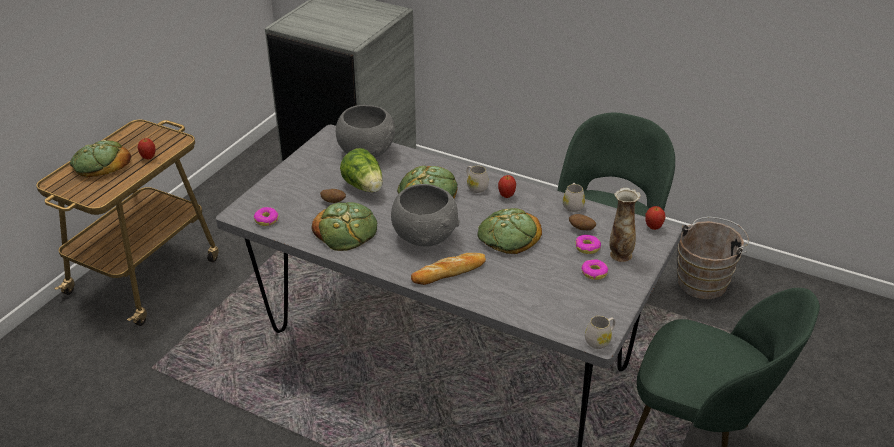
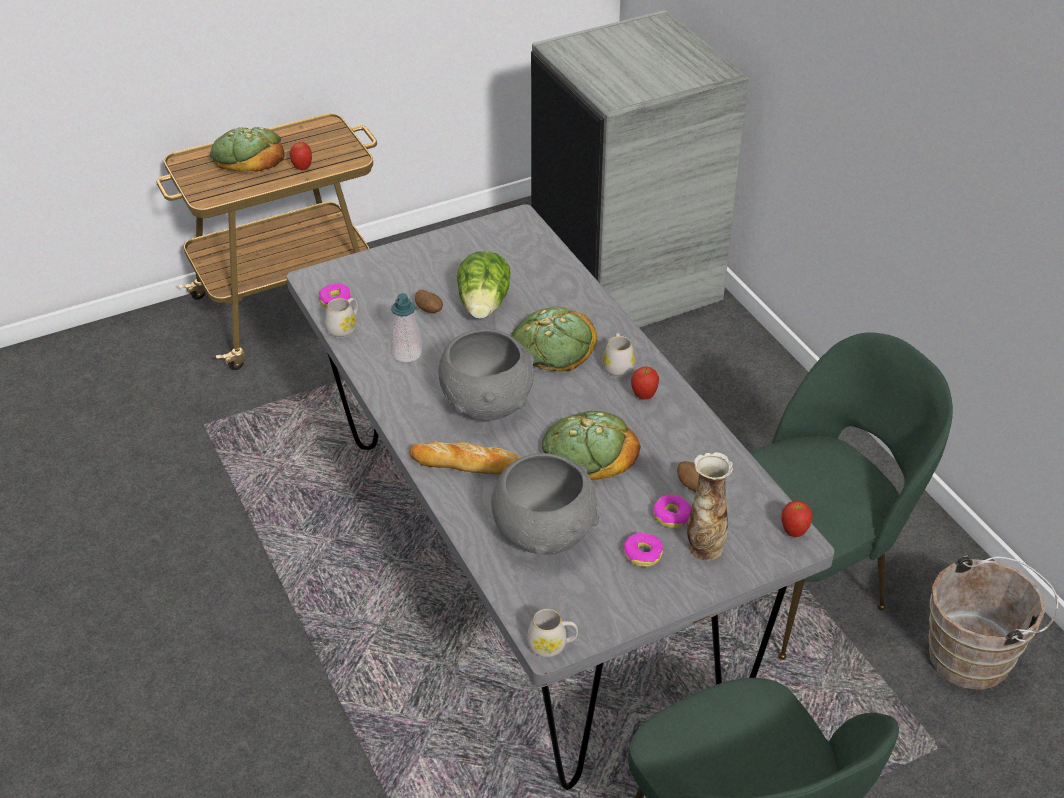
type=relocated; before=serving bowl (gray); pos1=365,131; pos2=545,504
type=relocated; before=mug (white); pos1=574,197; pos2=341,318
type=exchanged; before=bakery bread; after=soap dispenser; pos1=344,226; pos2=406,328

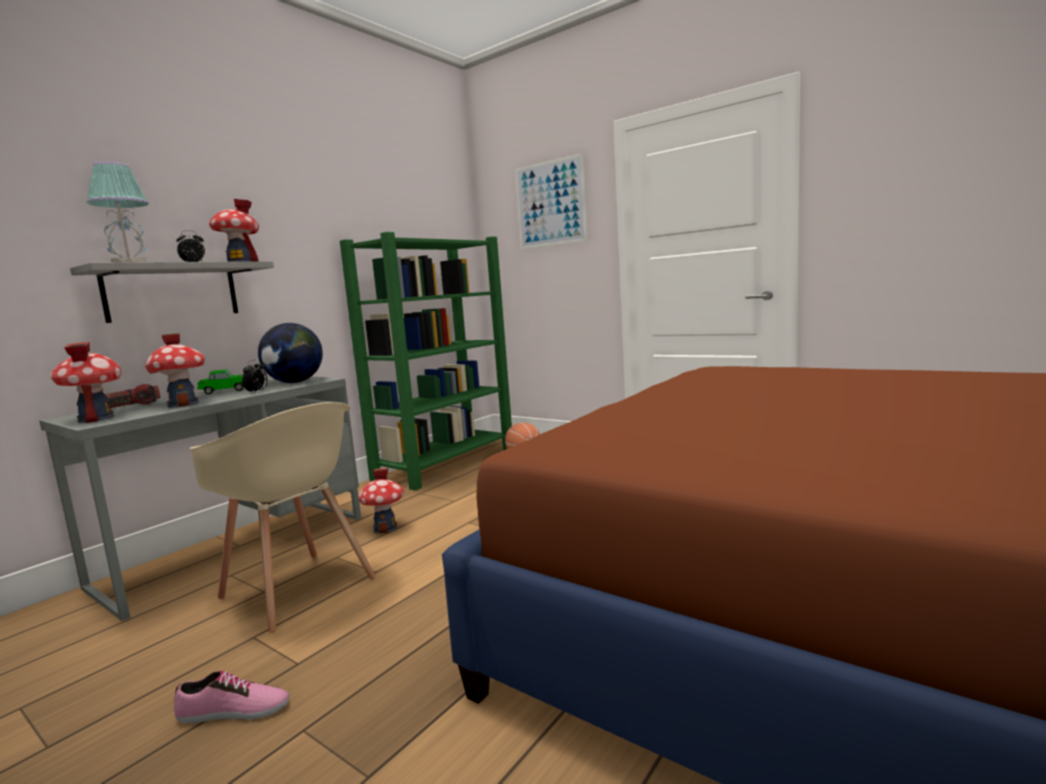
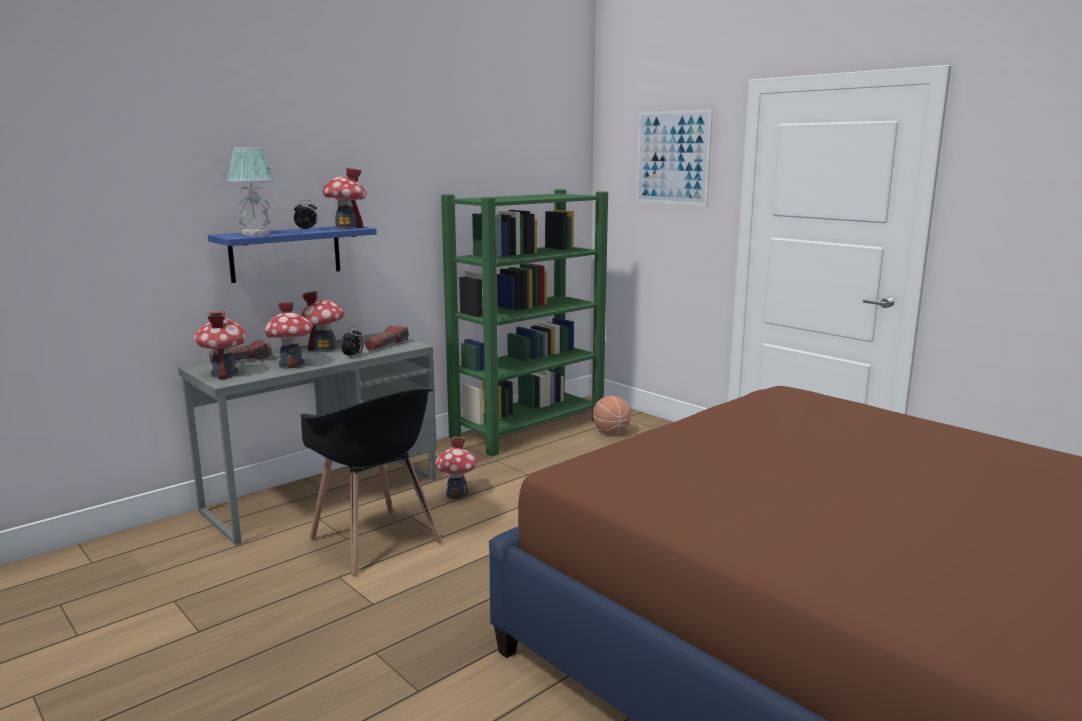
type=colour; before=bracket shelf (gray); after=bracket shelf (blue); pos1=172,292; pos2=292,254
type=exchanged; before=world globe; after=torch; pos1=290,353; pos2=387,338
type=exchanged; before=toy car; after=miniature house; pos1=220,381; pos2=322,321
type=colour; before=chair (beige-coloured); after=chair (black-coloured); pos1=282,517; pos2=371,482
type=missing; before=shoe; pos1=231,697

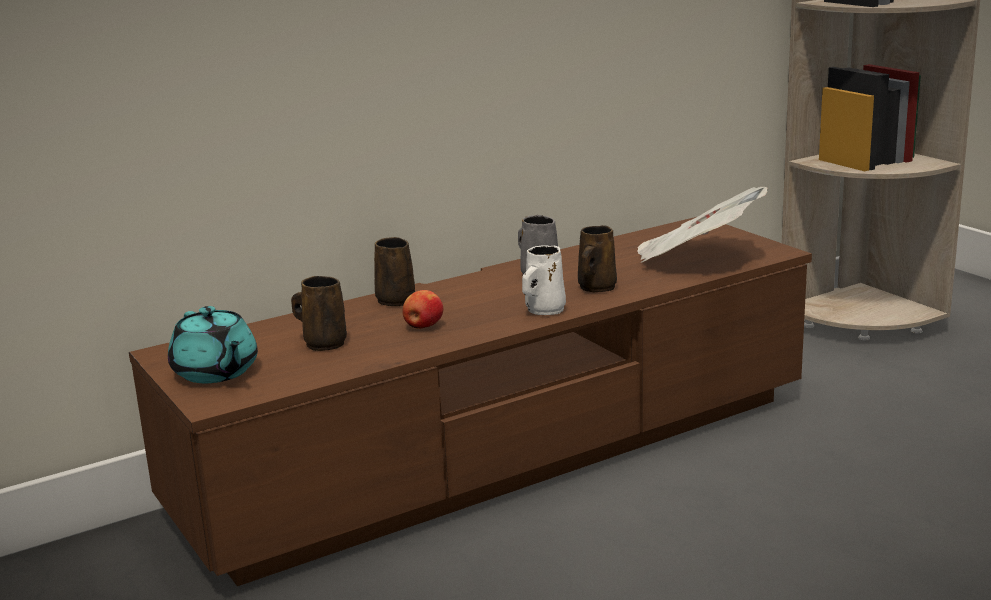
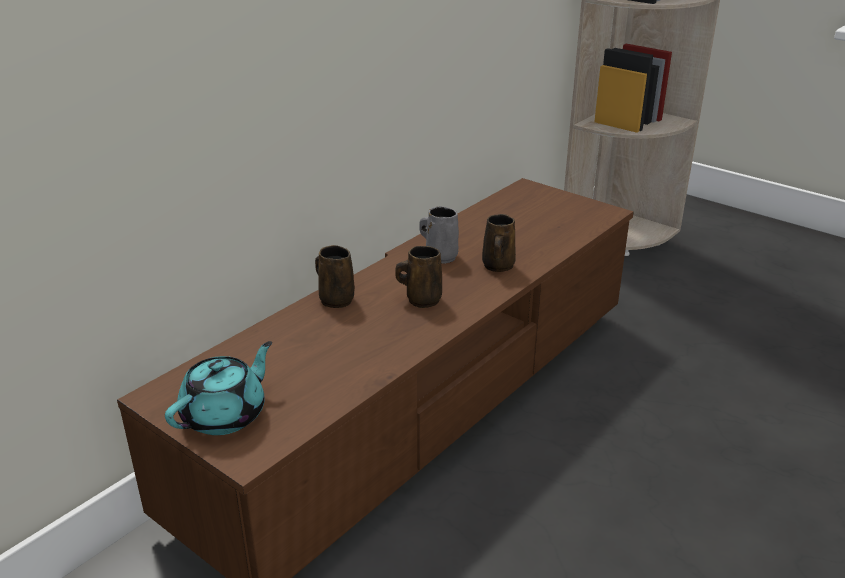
type=missing; before=daily paper; pos1=702,224
type=missing; before=mug (white); pos1=544,280
type=relocated; before=mug (brown); pos1=319,313; pos2=419,277
type=missing; before=apple fruit; pos1=423,309
type=spun; before=tea pot (turquoise-coloured); pos1=213,344; pos2=218,388; turn=-90

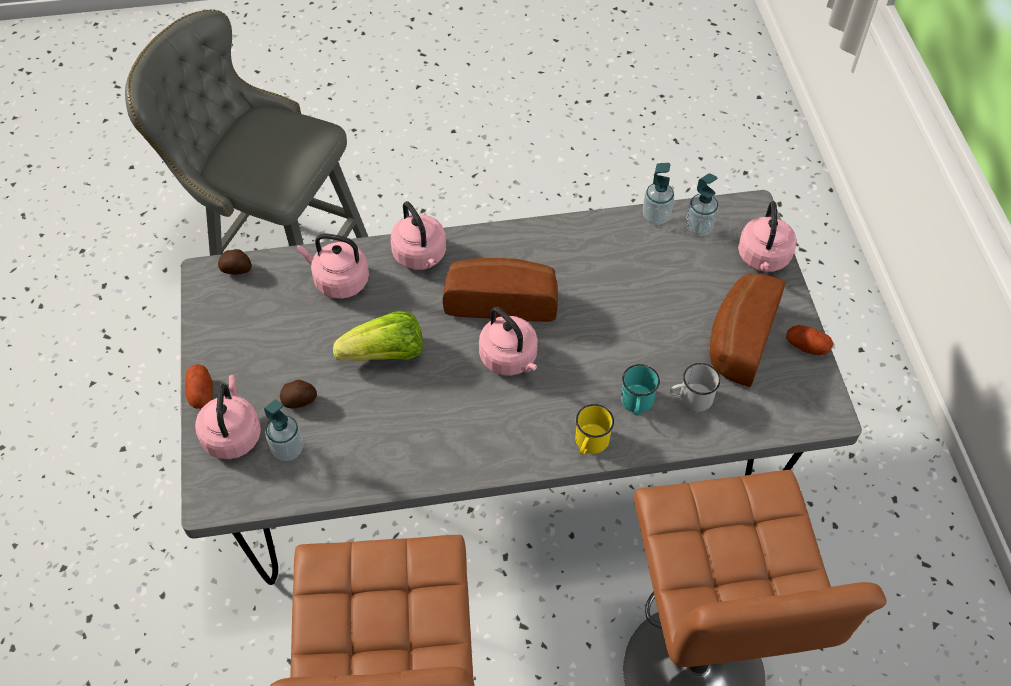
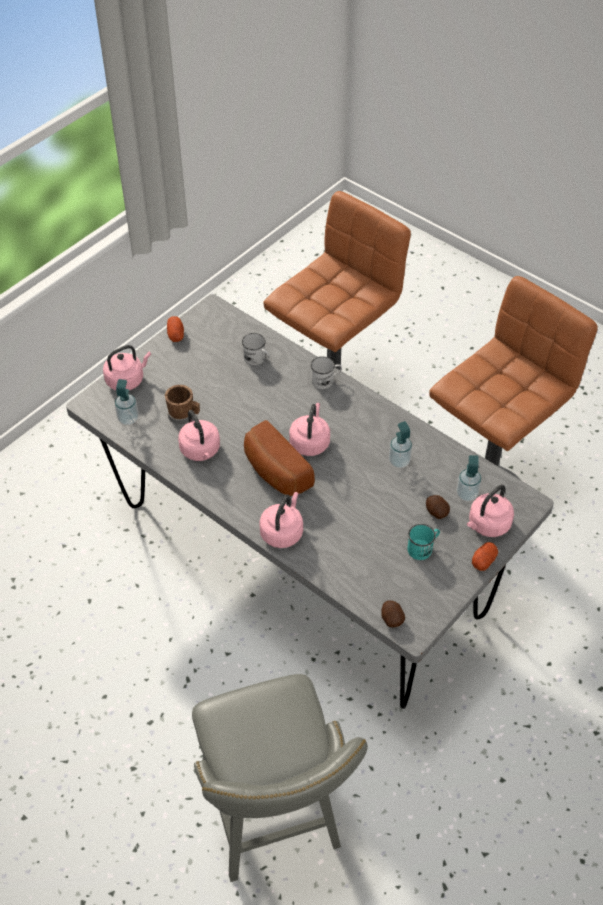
type=relocated; before=soap dispenser; pos1=658,194; pos2=400,444
type=relocated; before=tea kettle (pink); pos1=333,266; pos2=199,435
type=missing; before=bakery bread; pos1=748,330
type=missing; before=lettuce head; pos1=378,336
type=relocated; before=mug (turquoise-coloured); pos1=640,389; pos2=423,542
type=colour; before=mug (yellowish); after=mug (white); pos1=594,429; pos2=326,372
type=appeared; after=mug (brown); pos2=182,405

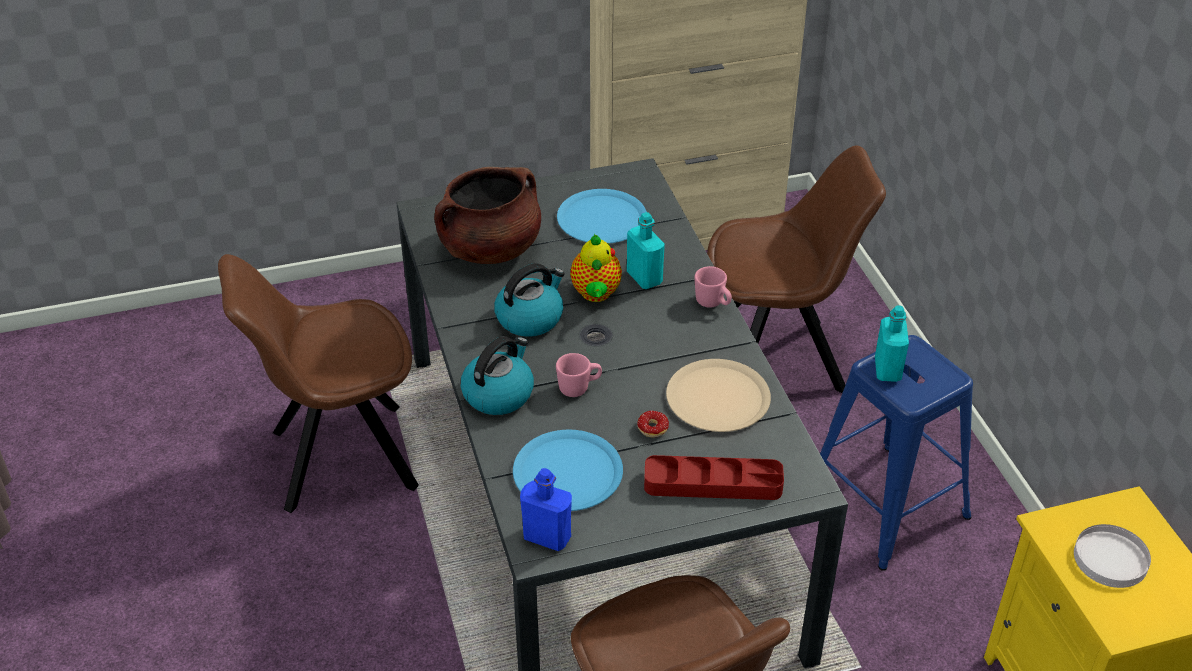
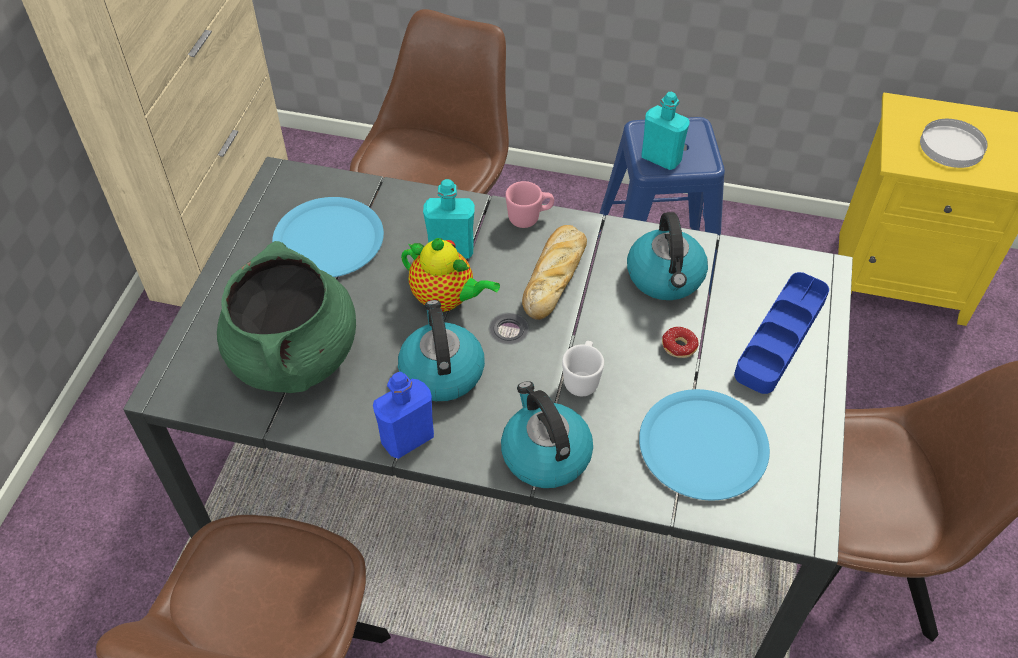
type=colour; before=stockpot (brown); after=stockpot (greenish); pos1=487,215; pos2=286,317
type=colour; before=mug (pink); after=mug (white); pos1=579,375; pos2=583,368
type=exchanged; before=flat dish (beige-coloured); after=tea kettle; pos1=718,395; pos2=667,256
type=colour; before=tray (red); after=tray (blue); pos1=714,477; pos2=781,333
type=relocated; before=bottle (blue); pos1=546,509; pos2=403,415
type=appeared; after=bakery bread; pos2=554,272

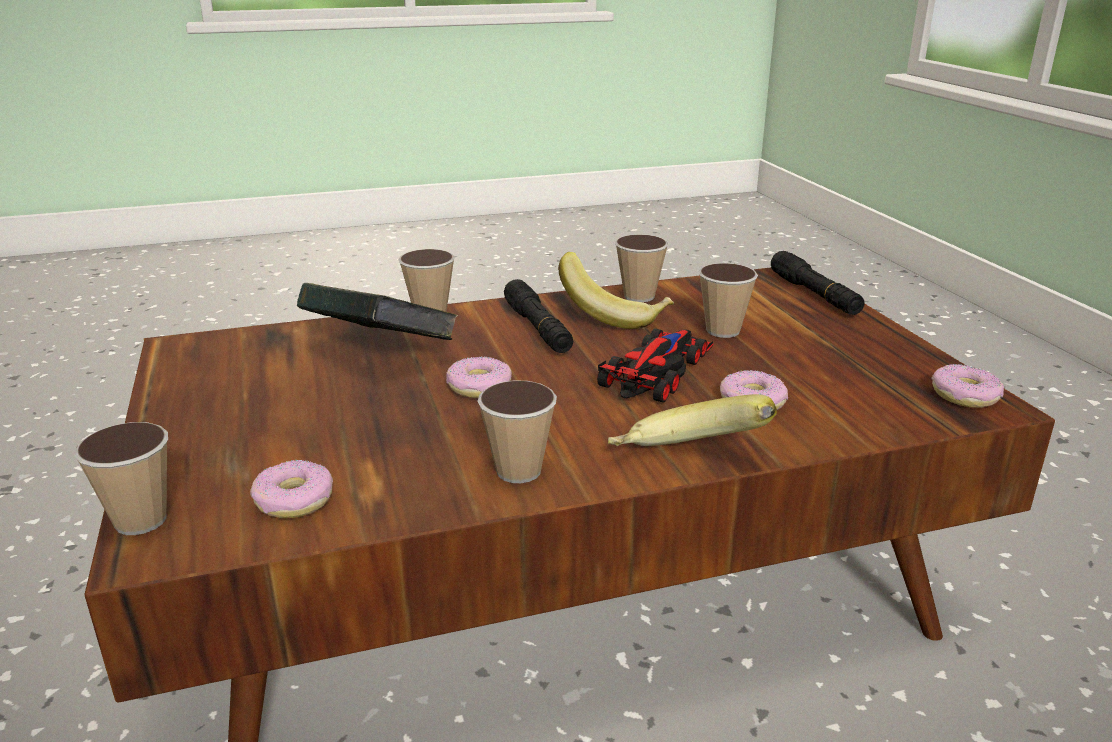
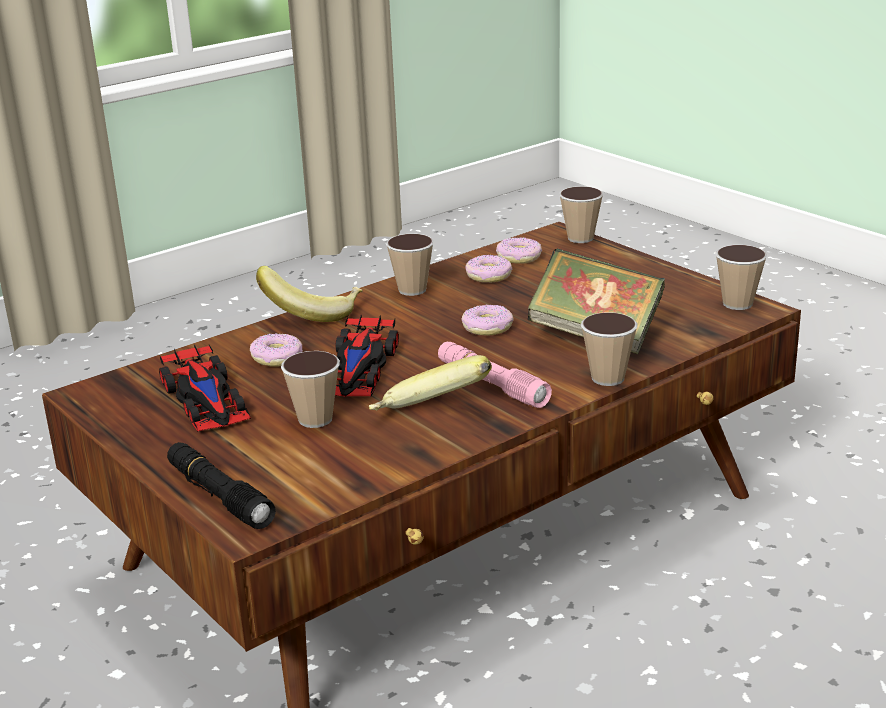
type=relocated; before=cup; pos1=641,268; pos2=741,277
type=colour; before=torch (black-coloured); after=torch (pink); pos1=538,316; pos2=495,374
type=relocated; before=ring doughnut; pos1=967,386; pos2=488,269
type=appeared; after=toy car; pos2=205,388

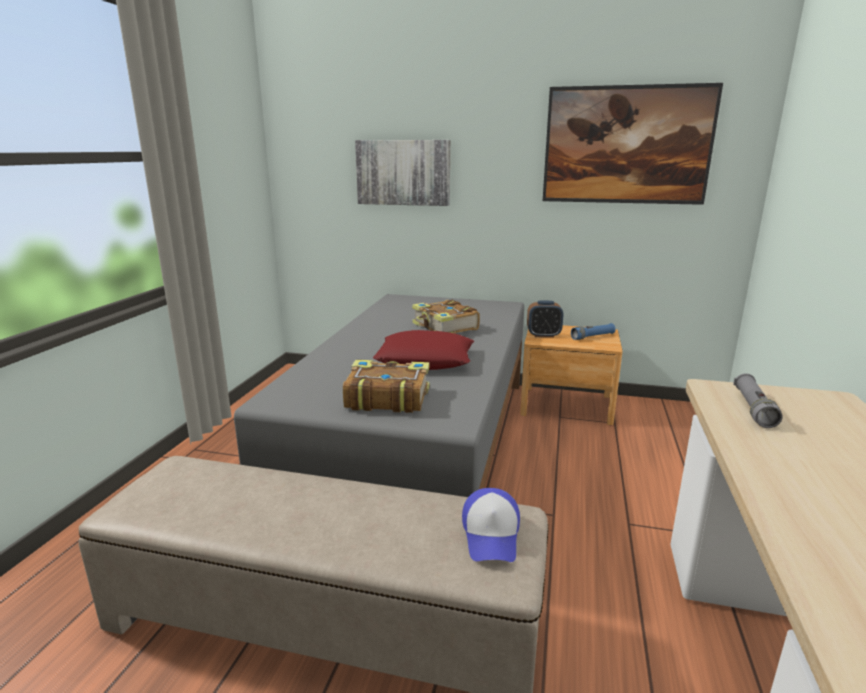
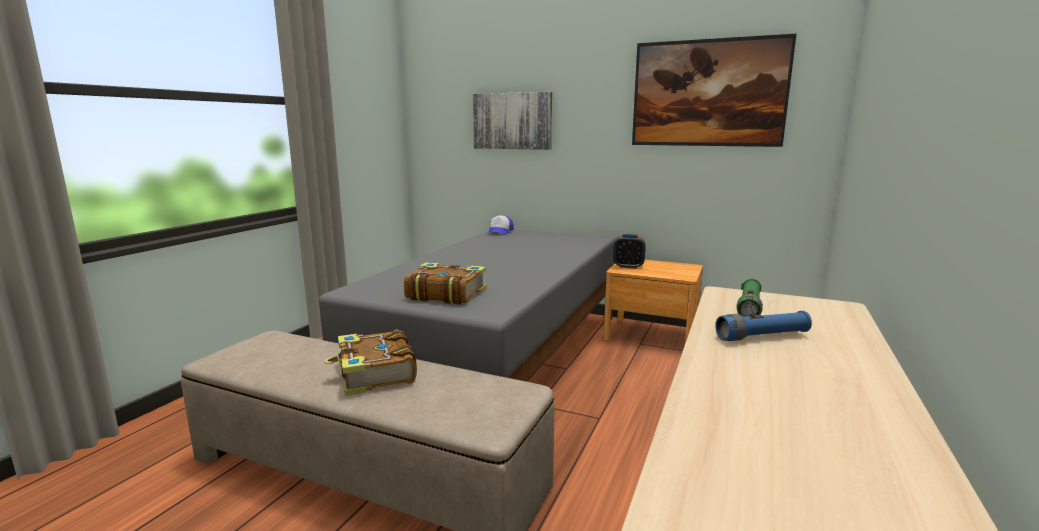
type=relocated; before=book; pos1=446,316; pos2=371,363
type=relocated; before=torch (blue); pos1=593,331; pos2=763,326
type=missing; before=cushion (red); pos1=423,350
type=colour; before=torch (gray); after=torch (greenish); pos1=758,400; pos2=750,298
type=relocated; before=peaked cap; pos1=491,525; pos2=501,225

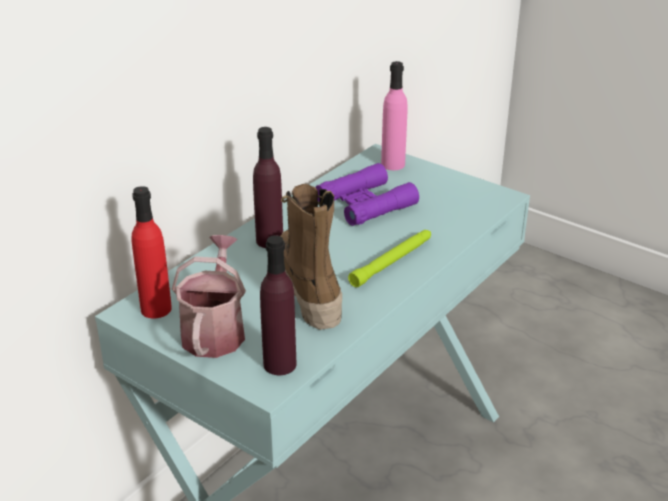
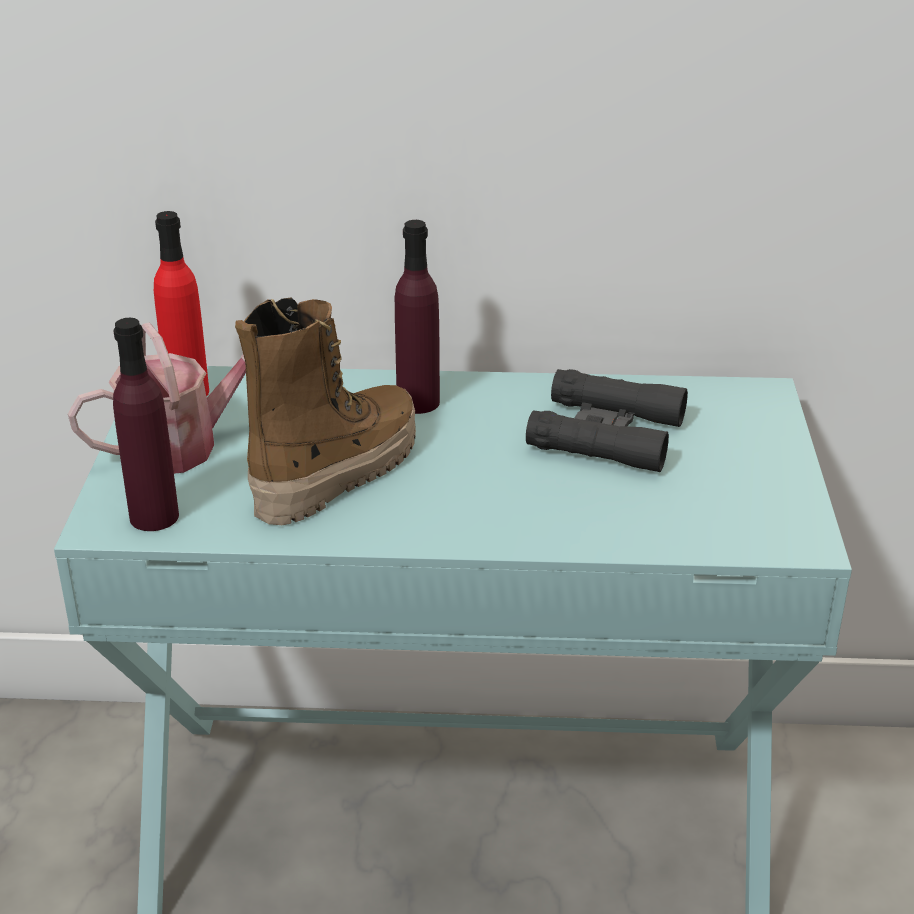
type=missing; before=bottle (pink); pos1=394,115
type=colour; before=binoculars (purple); after=binoculars (black-coloured); pos1=367,194; pos2=607,420
type=missing; before=torch (greenish); pos1=389,258

